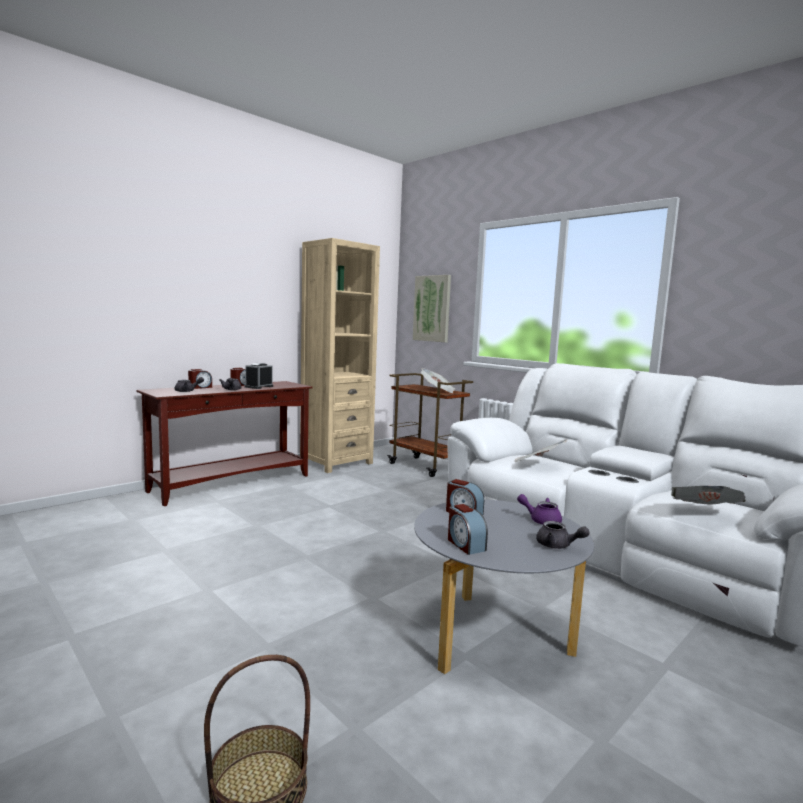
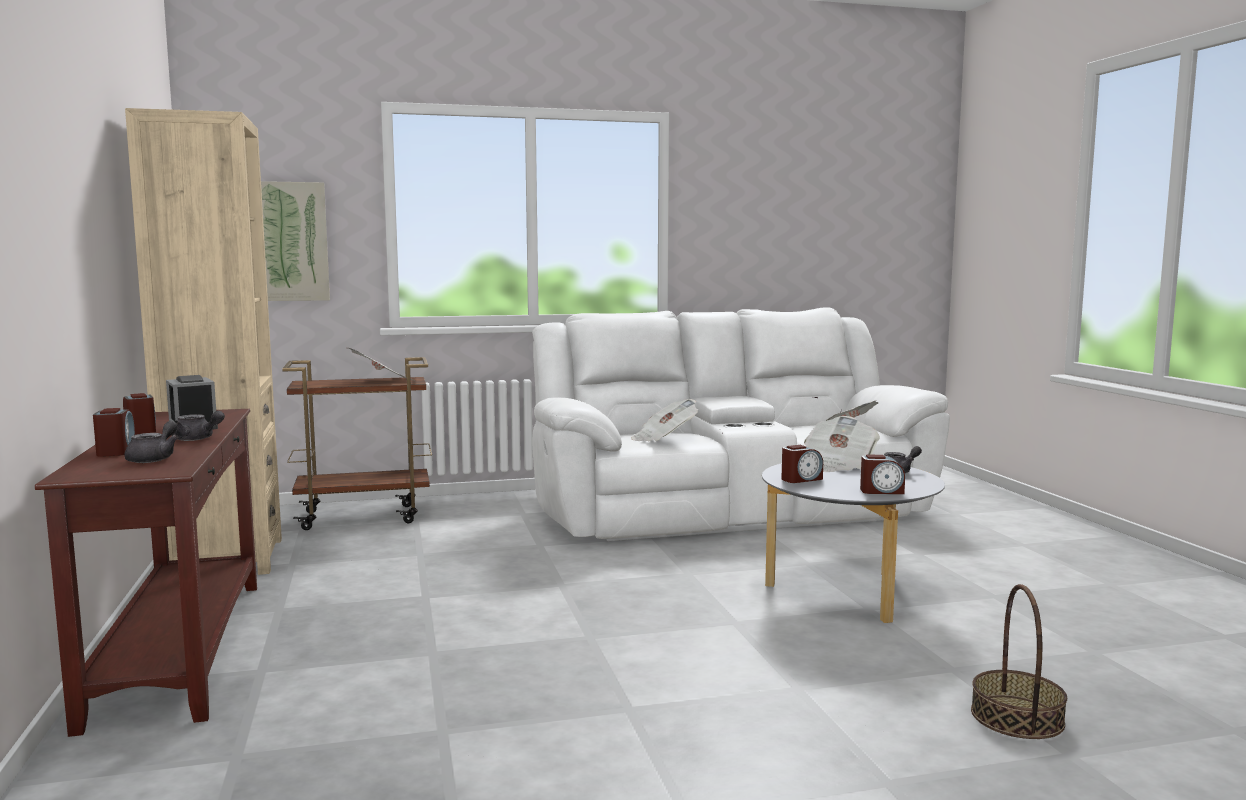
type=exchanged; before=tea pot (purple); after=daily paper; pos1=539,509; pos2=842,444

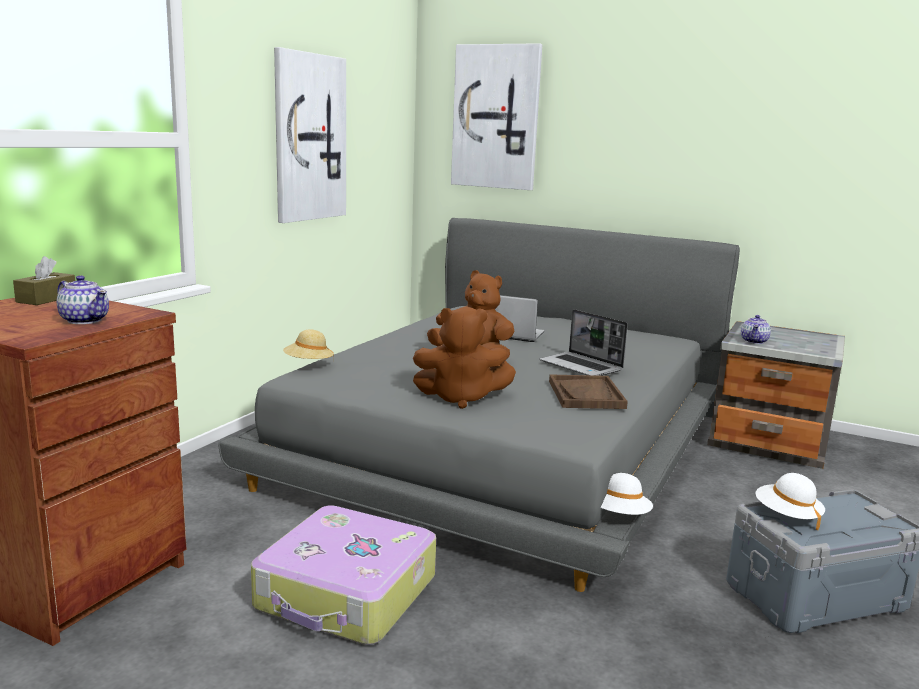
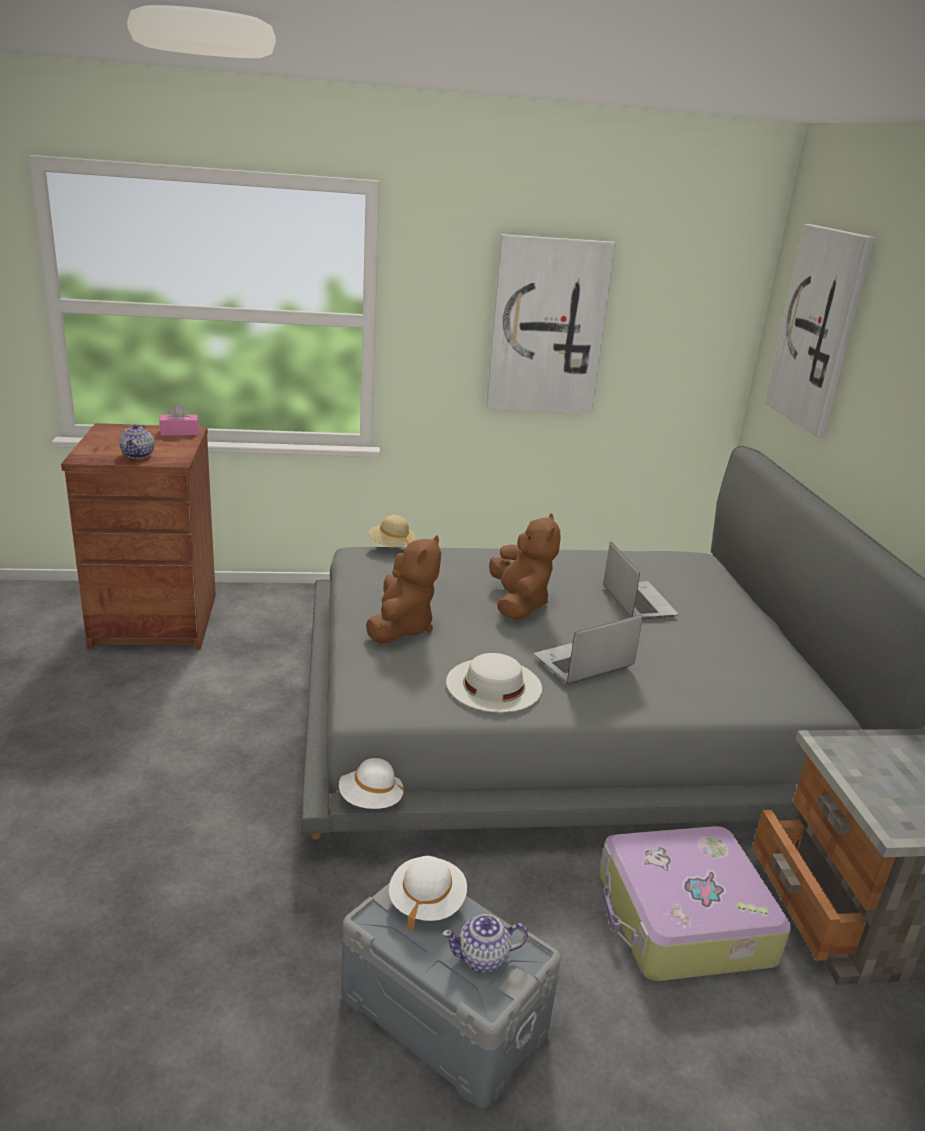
type=colour; before=tissue box (brown); after=tissue box (pink); pos1=44,280; pos2=178,419
type=spun; before=plush toy (brown); pos1=464,358; pos2=403,589; turn=-135
type=spun; before=notebook computer; pos1=584,342; pos2=588,649; turn=45
type=relocated; before=tea pot; pos1=756,329; pos2=485,943
type=exchanged; before=tray (brown); after=clothing hat (white); pos1=588,391; pos2=494,682
type=relocated; before=suitcase; pos1=343,575; pos2=695,903

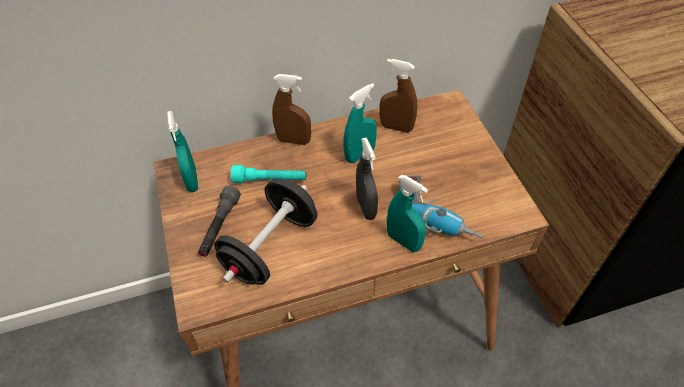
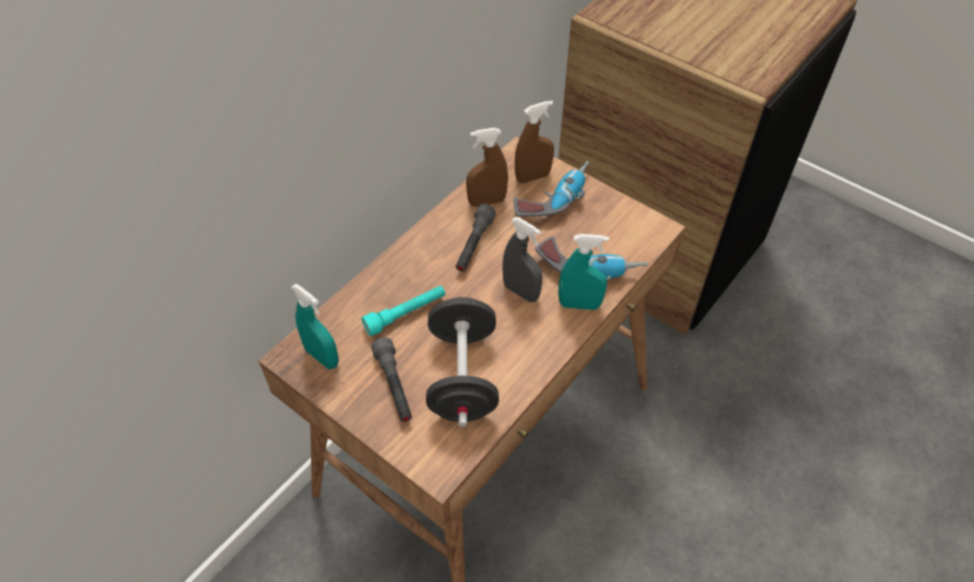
type=relocated; before=sprayer (brown); pos1=291,109; pos2=534,142
type=exchanged; before=sprayer (turquoise-coloured); after=torch (gray); pos1=360,123; pos2=476,238
type=appeared; after=electric drill; pos2=551,189

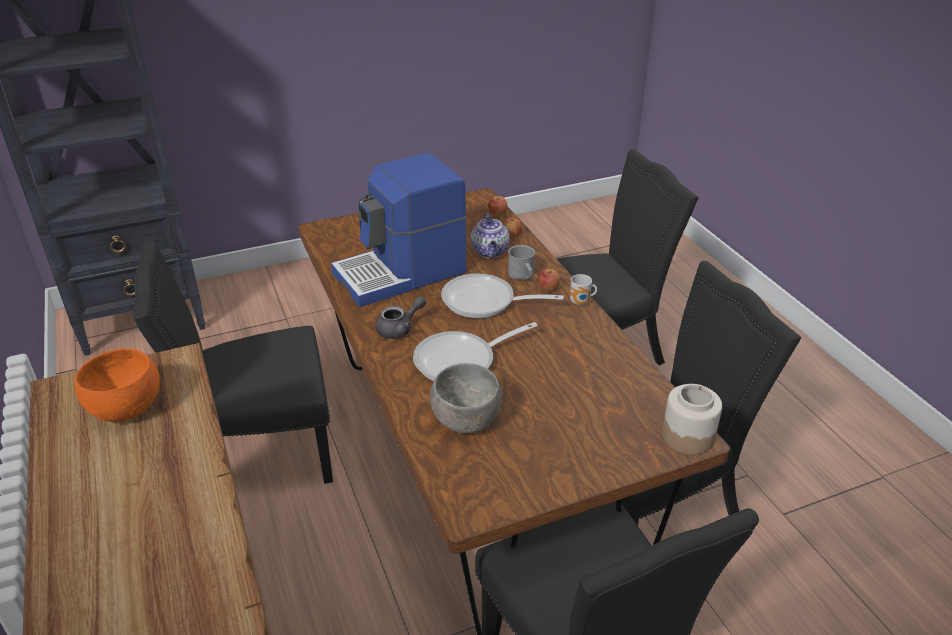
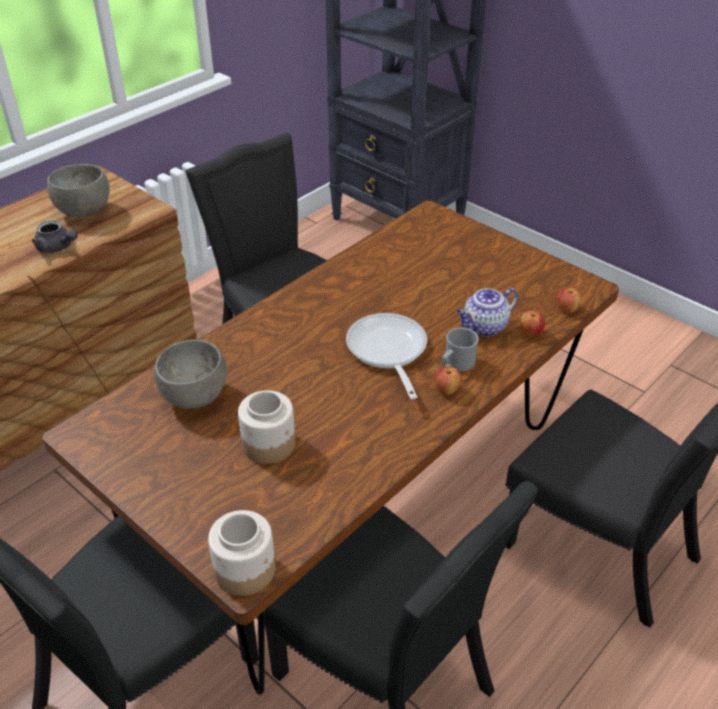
type=missing; before=coffee brewer; pos1=399,230
type=missing; before=mug; pos1=583,290
type=relocated; before=tea pot (gray); pos1=401,317; pos2=55,236
type=missing; before=pan; pos1=475,351
type=colour; before=serving bowl (orangey); after=serving bowl (gray); pos1=117,385; pos2=78,190
type=appeared; after=storage jar; pos2=266,427

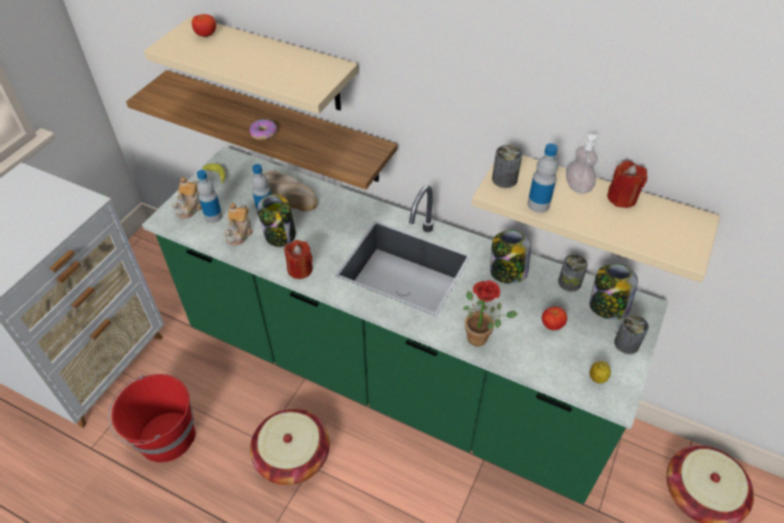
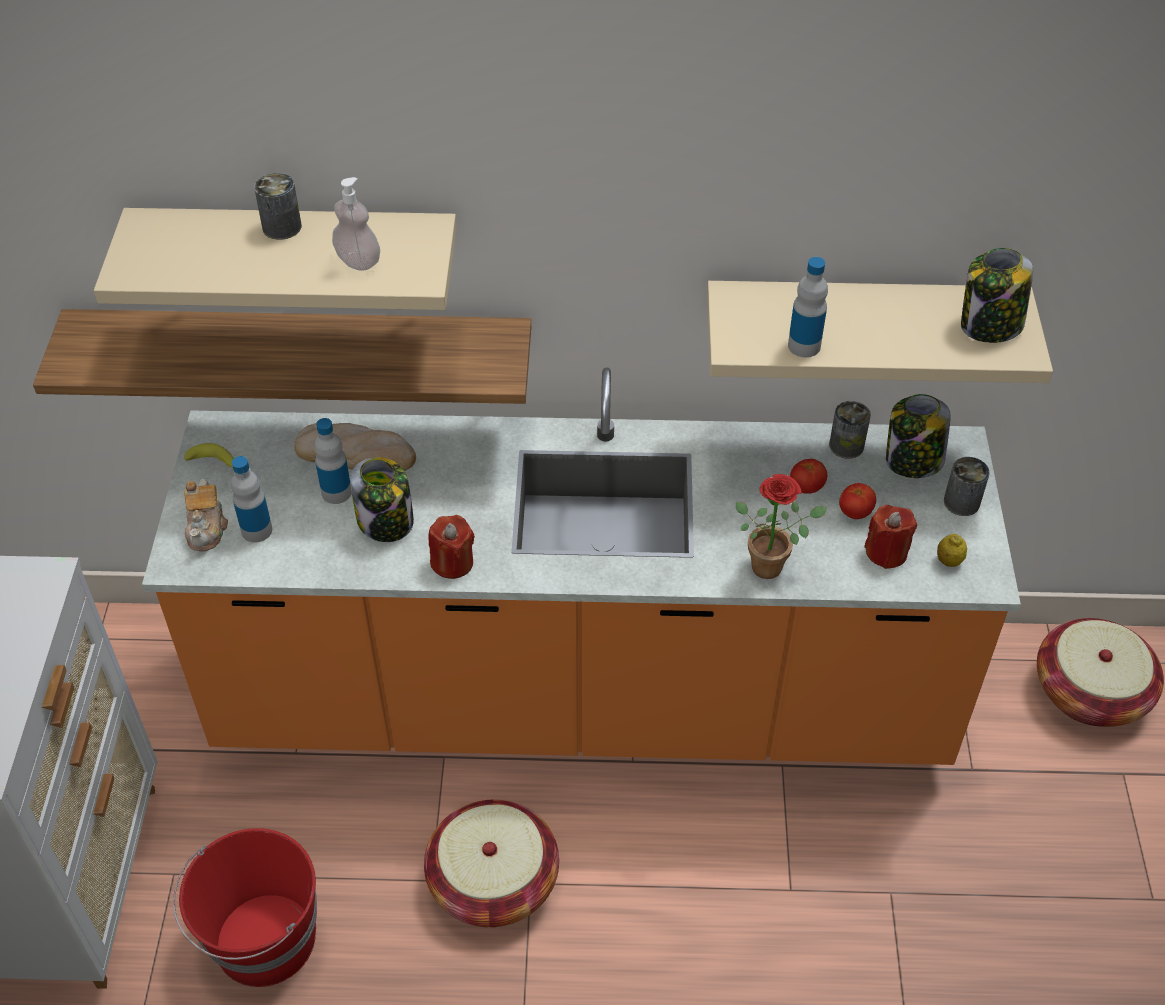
type=relocated; before=fresh tomato; pos1=204,25; pos2=808,476
type=missing; before=ring doughnut; pos1=263,129
type=relocated; before=soap dispenser; pos1=582,164; pos2=356,224
type=relocated; before=metal can; pos1=507,166; pos2=278,206
type=colour; before=counter (greenish); after=counter (orangey); pos1=405,325; pos2=581,566
type=relocated; before=wax candle (red); pos1=627,184; pos2=890,537
type=missing; before=tea pot; pos1=238,224
type=relocated; before=storage jar; pos1=510,257; pos2=997,295

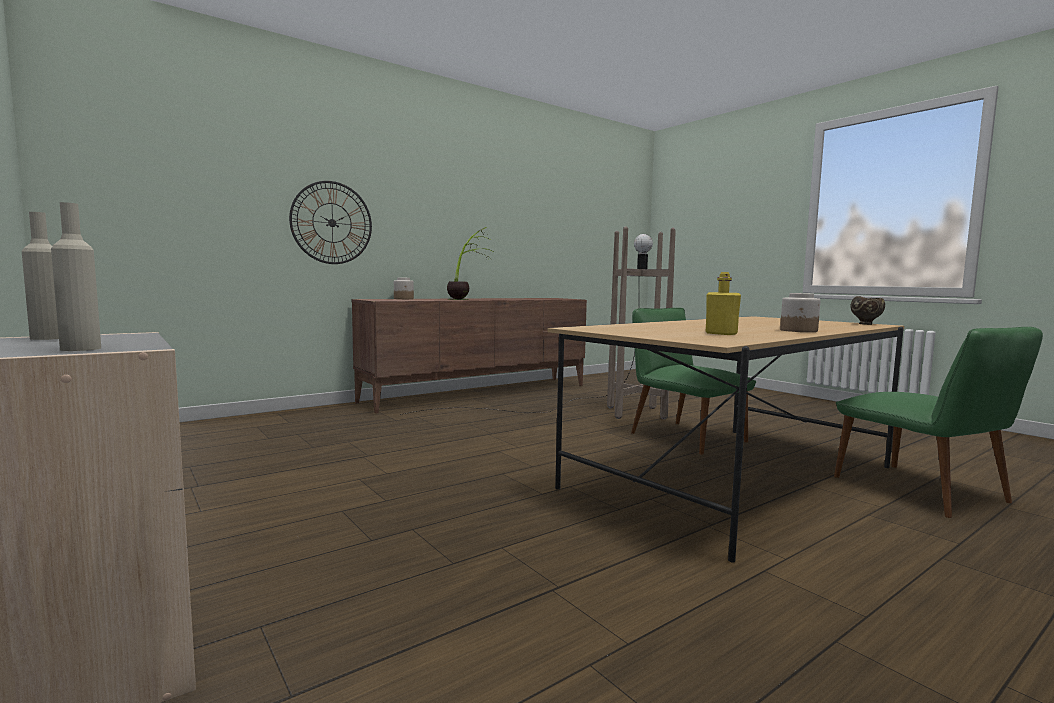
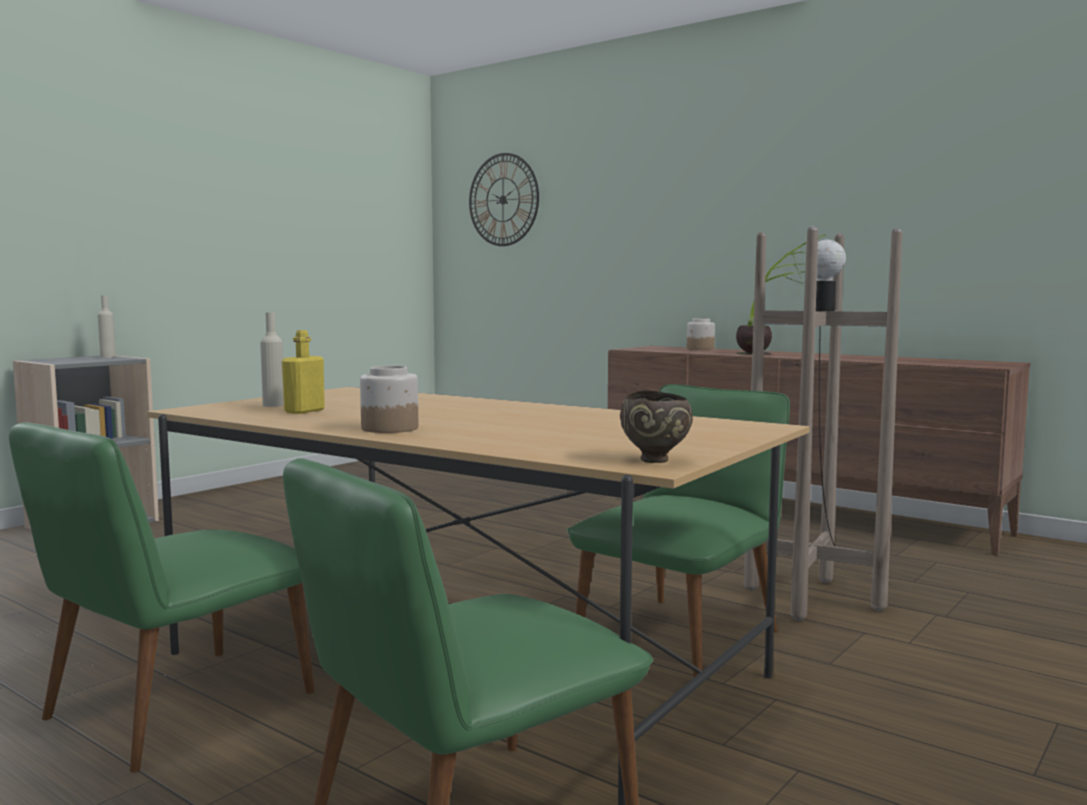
type=relocated; before=clock on the wall; pos1=330,222; pos2=504,199
type=relocated; before=bottle (beige-coloured); pos1=76,276; pos2=272,359
type=appeared; after=chair (greenish); pos2=161,597

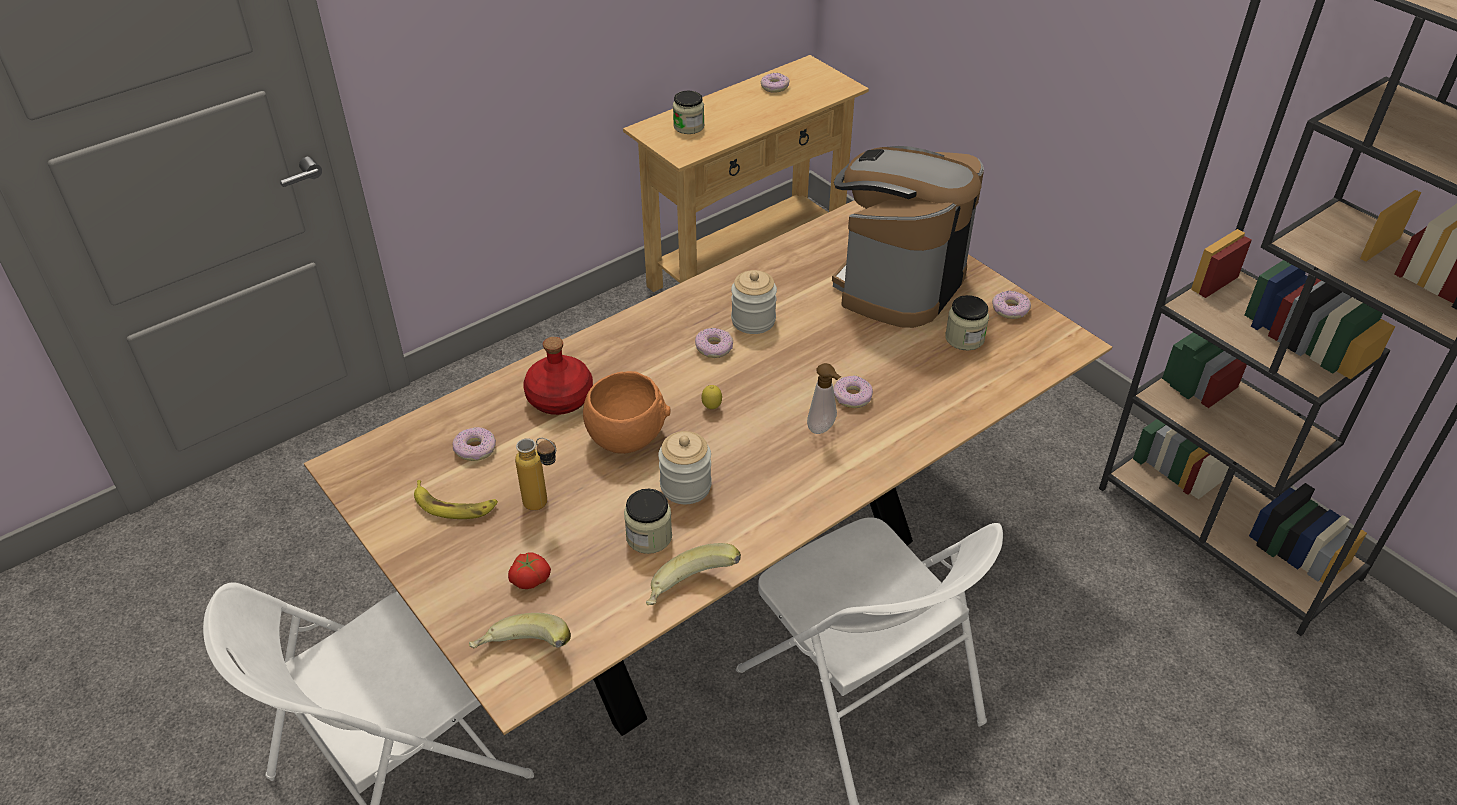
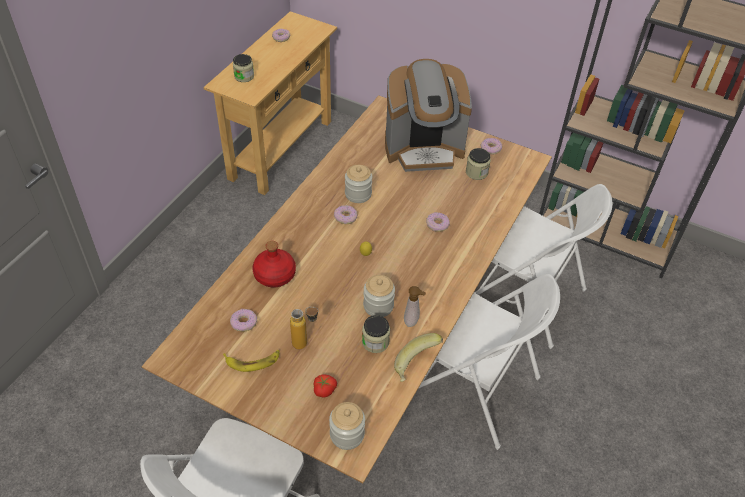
type=spun; before=coffee brewer; pos1=908,237; pos2=428,115; turn=-105
type=relocated; before=soap dispenser; pos1=824,398; pos2=415,306
type=missing; before=serving bowl (orangey); pos1=627,412
type=exchanged; before=banana fruit; after=storage jar; pos1=520,630; pos2=347,426
type=appeared; after=chair (white); pos2=543,266

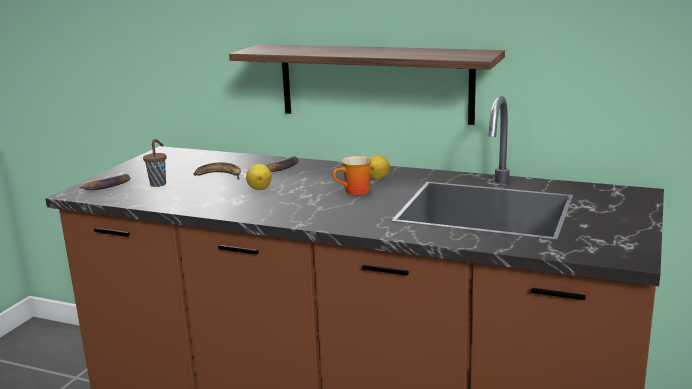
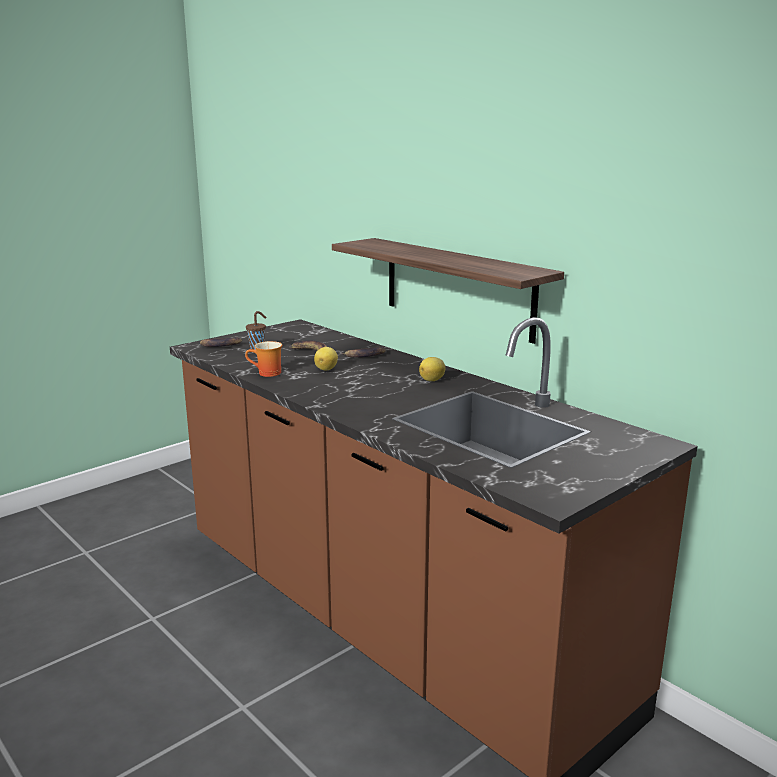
type=relocated; before=mug; pos1=352,175; pos2=263,359

